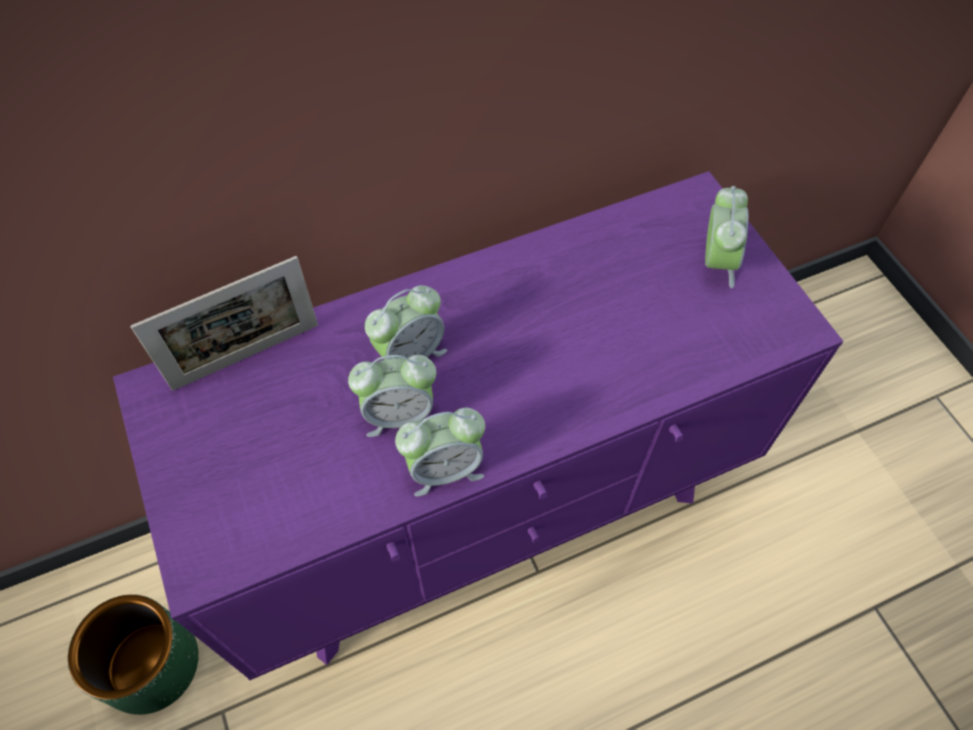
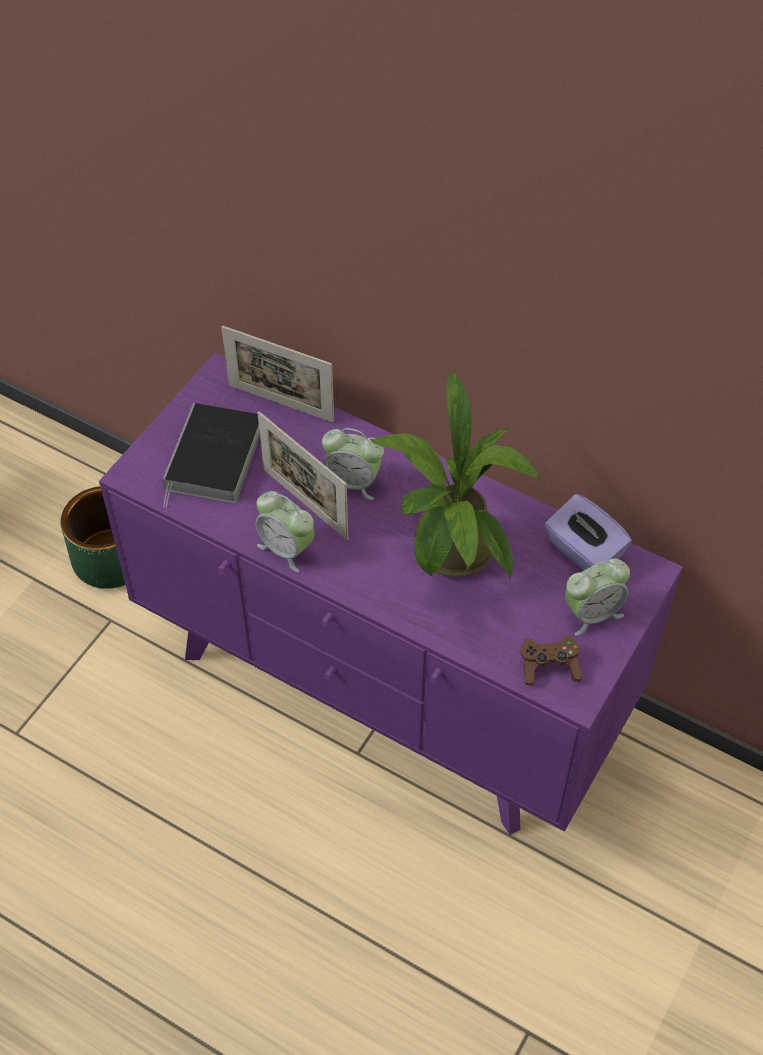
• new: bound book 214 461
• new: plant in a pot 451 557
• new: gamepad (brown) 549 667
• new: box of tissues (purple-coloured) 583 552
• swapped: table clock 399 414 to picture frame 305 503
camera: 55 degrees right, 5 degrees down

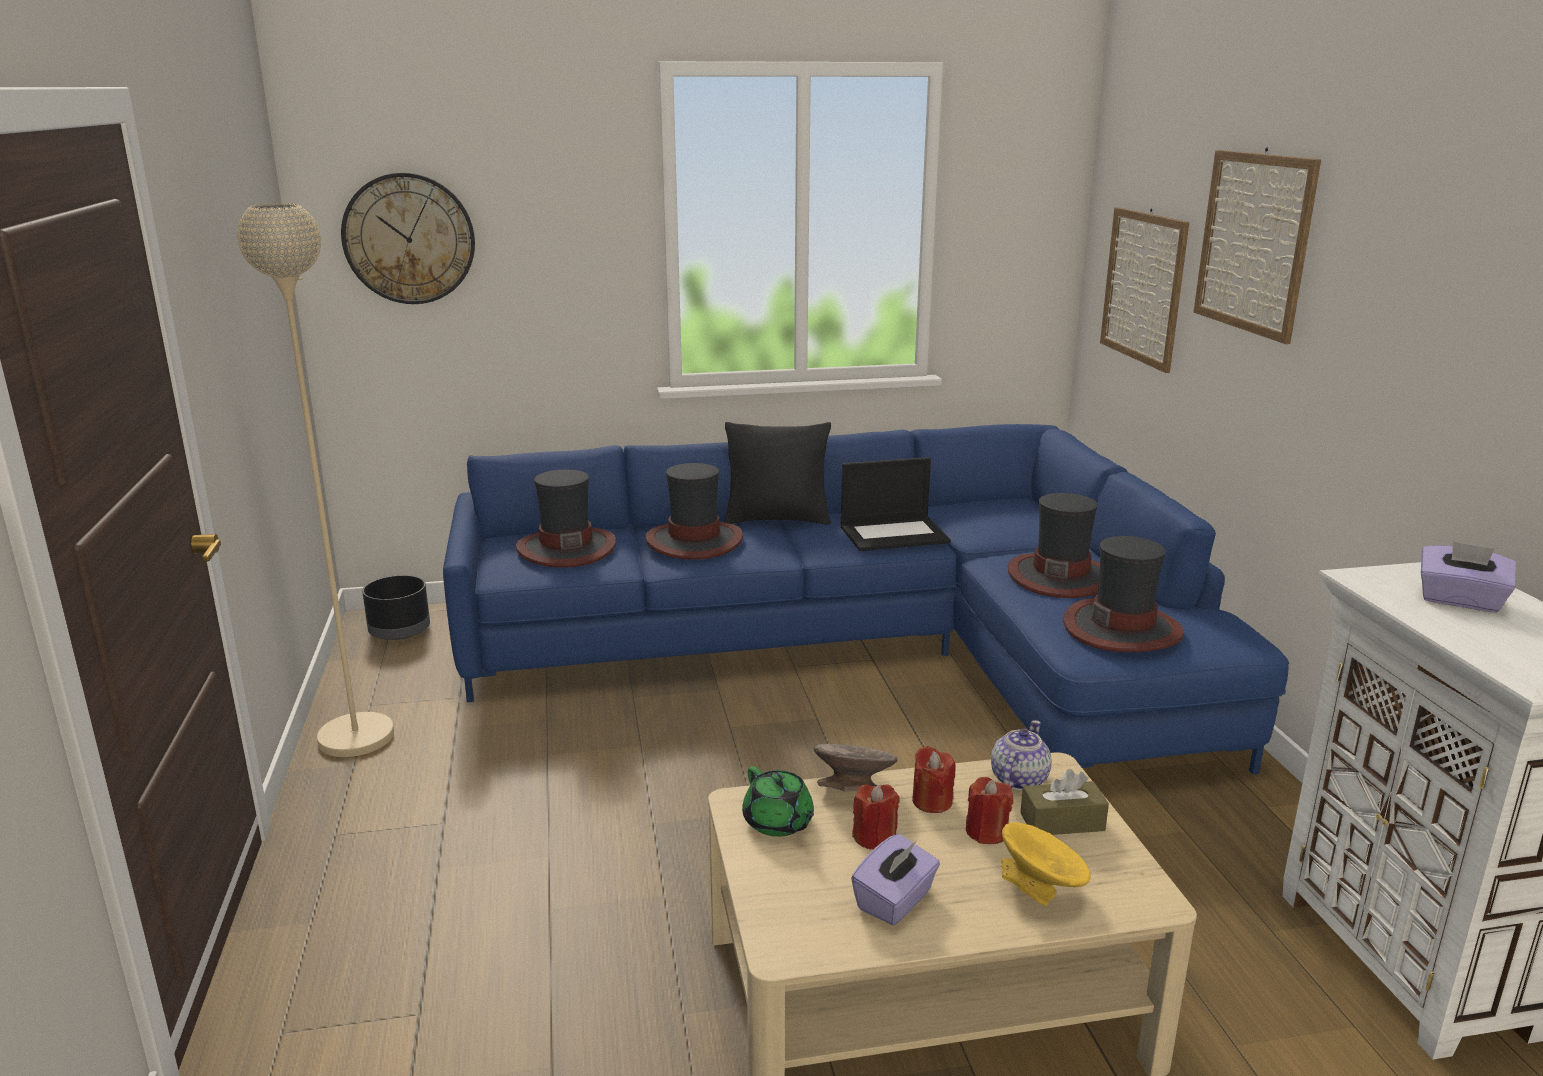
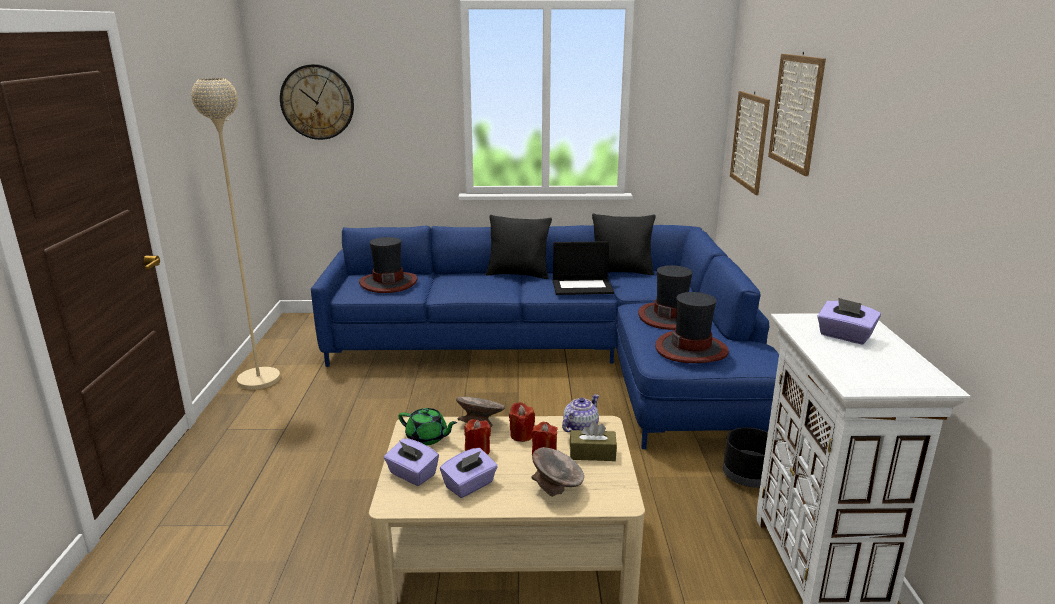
• gone: clothing hat 694 541
• new: box of tissues (purple-coloured) 412 474
• new: pillow (black-coloured) 621 272
• shifted: flower pot (black-coloured) 399 631 to 747 476
• repainted: serving bowl (yellow) 1040 891 to serving bowl (grey) 557 489
• rotated: tea pot (green) 778 823 = 427 438 45 degrees counterclockwise
camera: 10 degrees right, 0 degrees up

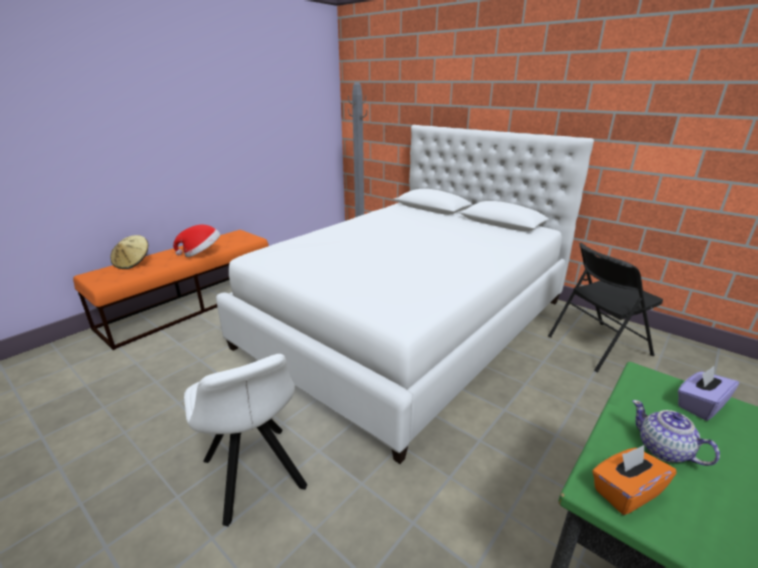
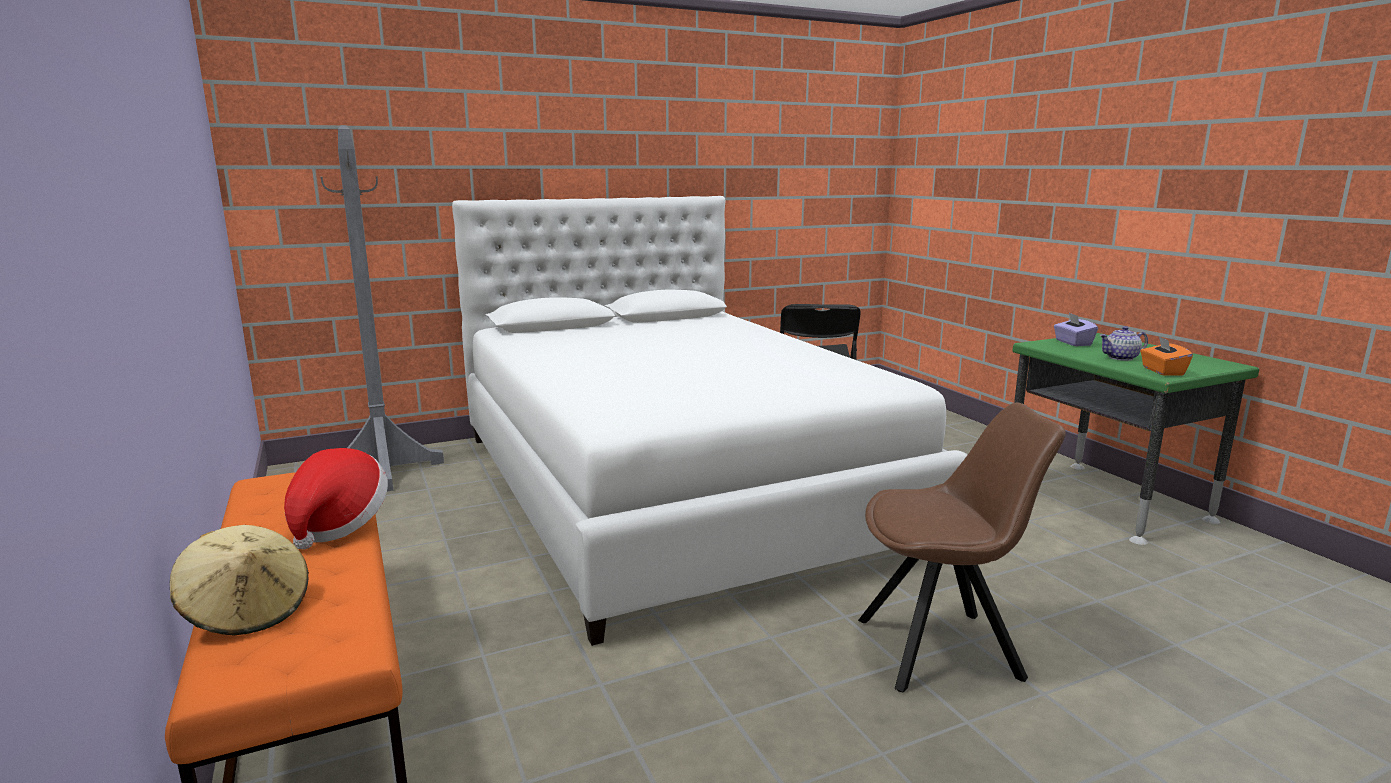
• repainted: upright chair (whitish) 255 473 to upright chair (brown) 940 649
camera: 65 degrees left, 10 degrees down

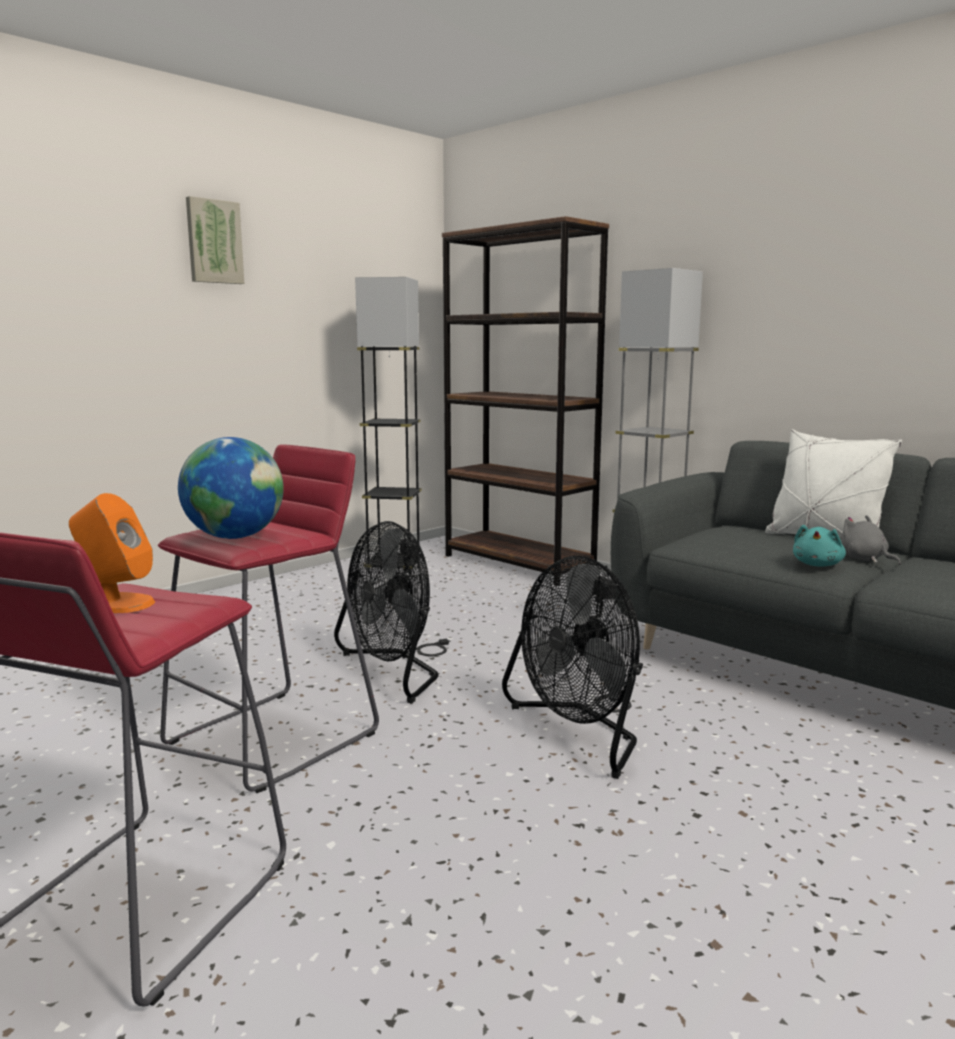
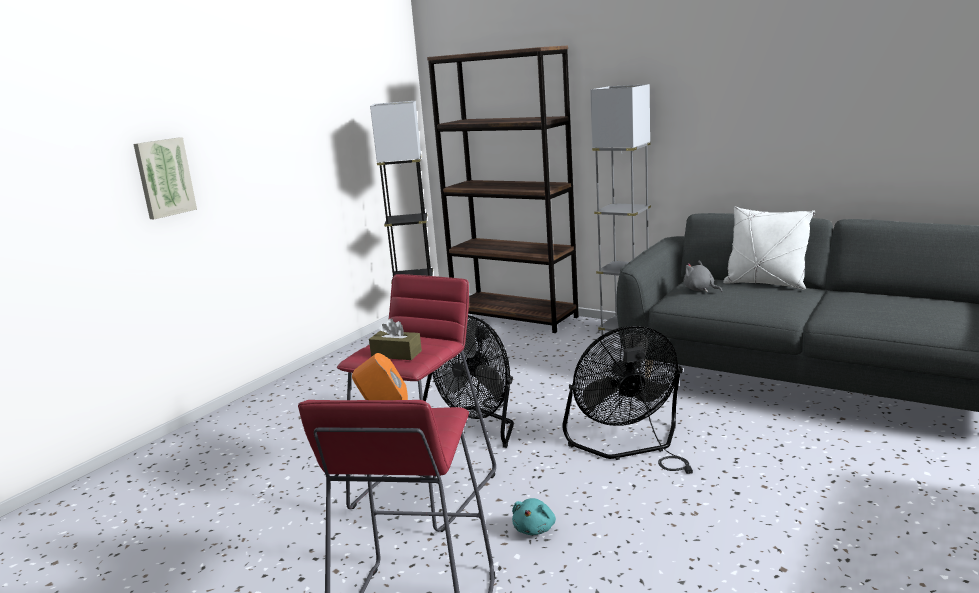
• shifted: wall art 214 242 to 164 177
• shifted: plush toy (turquoise) 817 565 to 535 528
• shifted: plush toy (grey) 864 559 to 700 290
• swapped: desk globe 235 537 to box of tissues (brown) 396 354
• rotated: electric fan (black-coloured) 583 728 = 636 446 120 degrees clockwise
camera: 10 degrees left, 5 degrees up

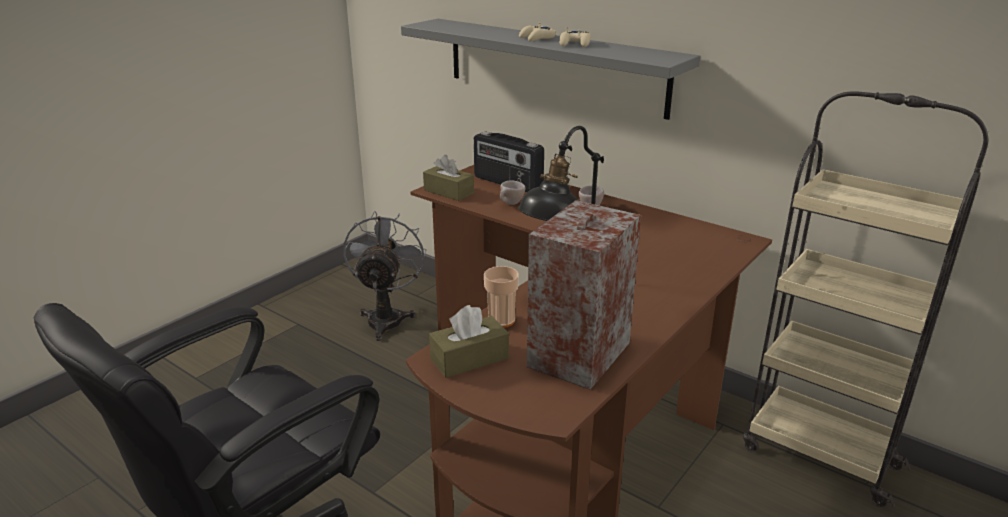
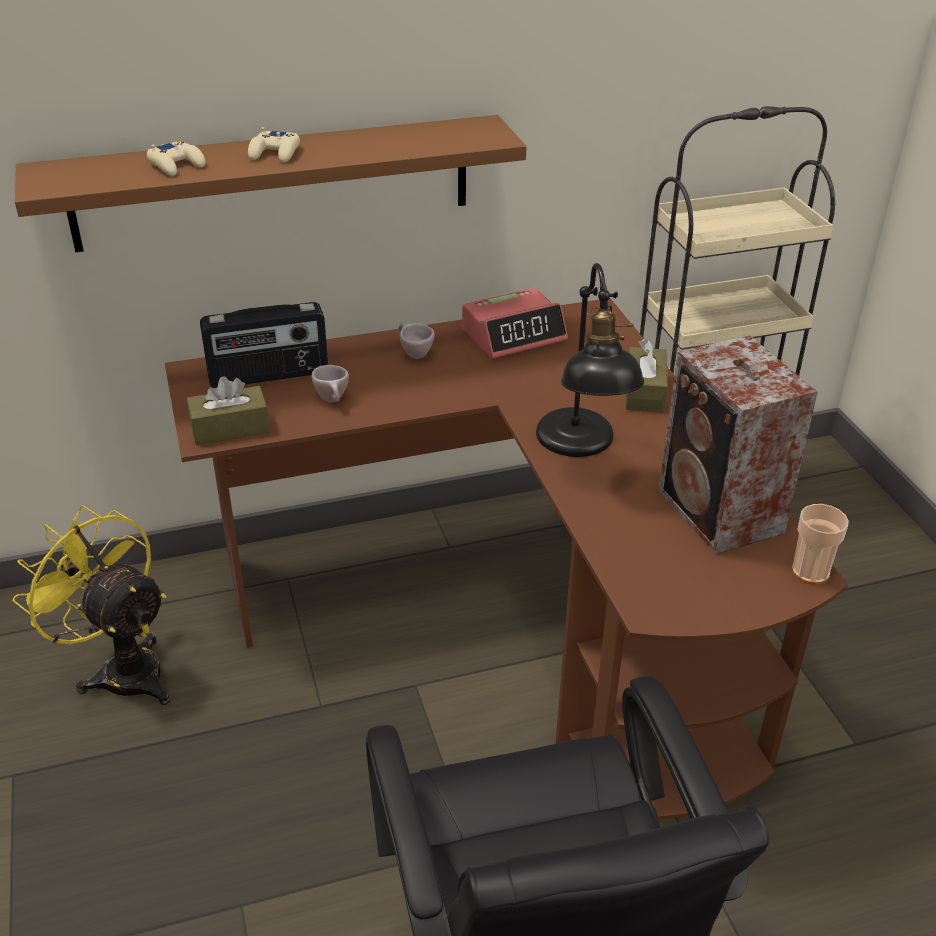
• new: table clock 514 335
• shifted: box of tissues (brown) 469 358 to 644 392
• shifted: cup 501 320 to 810 572
• shifted: gamepad (beige-coloured) 575 44 to 177 165
• repainted: electric fan (grey) 387 317 to electric fan (yellow) 122 669
• repainted: shelf (grey) 553 66 to shelf (brown) 273 183
camera: 55 degrees left, 10 degrees up

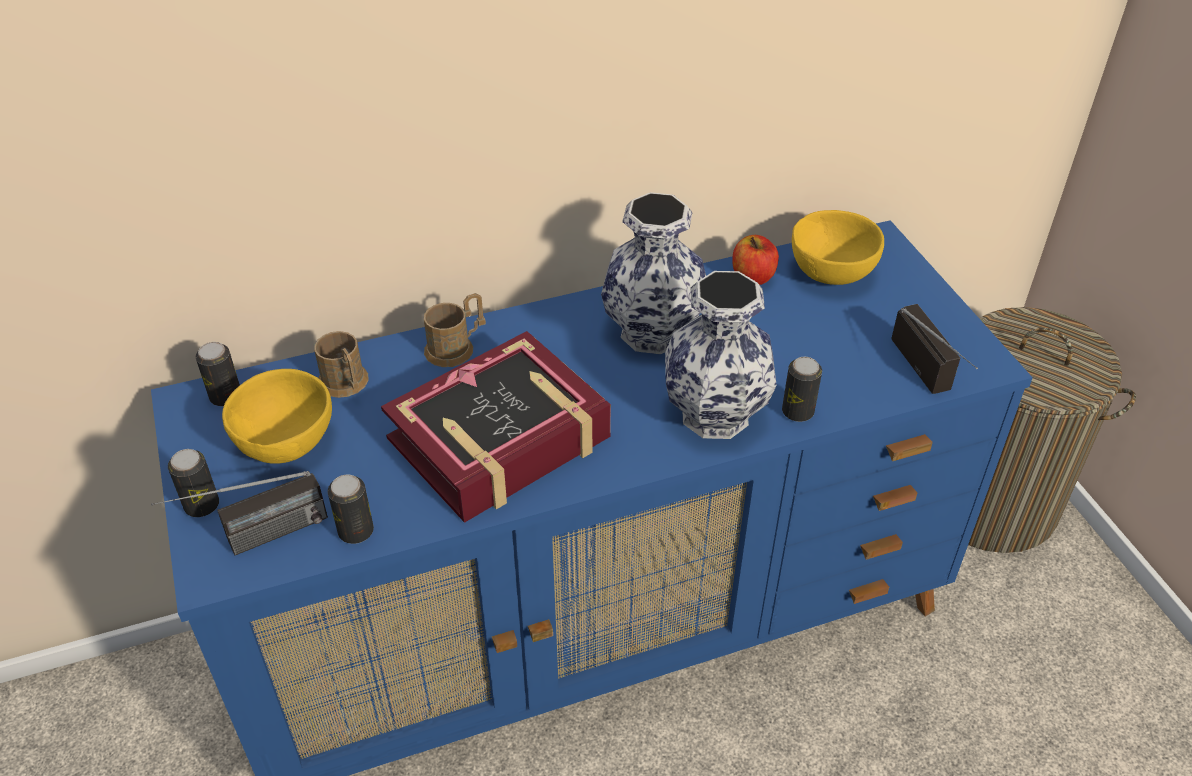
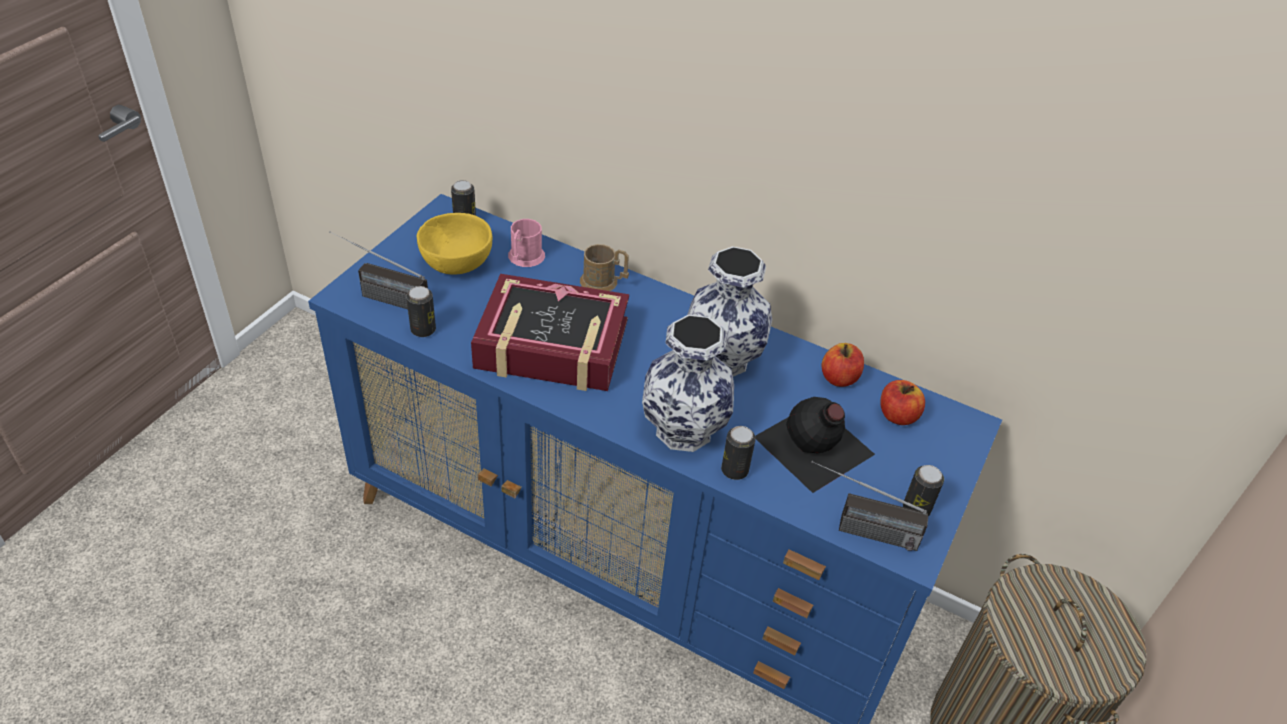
• new: beverage bottle (black-coloured) 814 447
• shifted: can 202 505 to 916 509
• swapped: serving bowl (yellow) 830 272 to apple 897 415
• repainted: tea mug (brown) 346 384 to tea mug (pink-coloured) 524 258
• rotated: radio receiver 934 379 = 857 529 75 degrees clockwise
camera: 45 degrees right, 0 degrees up

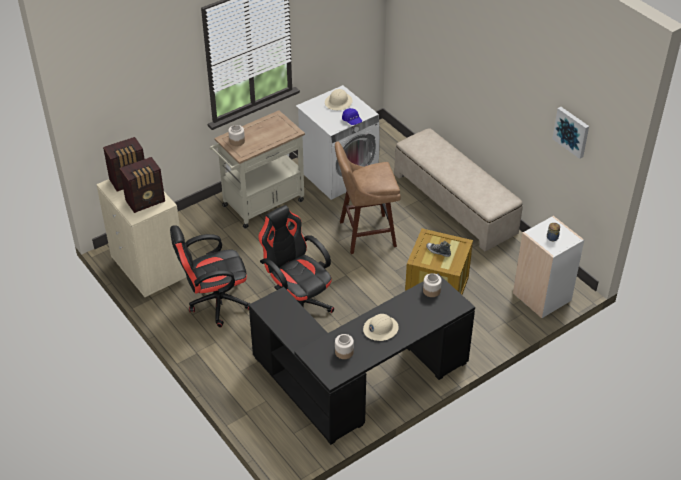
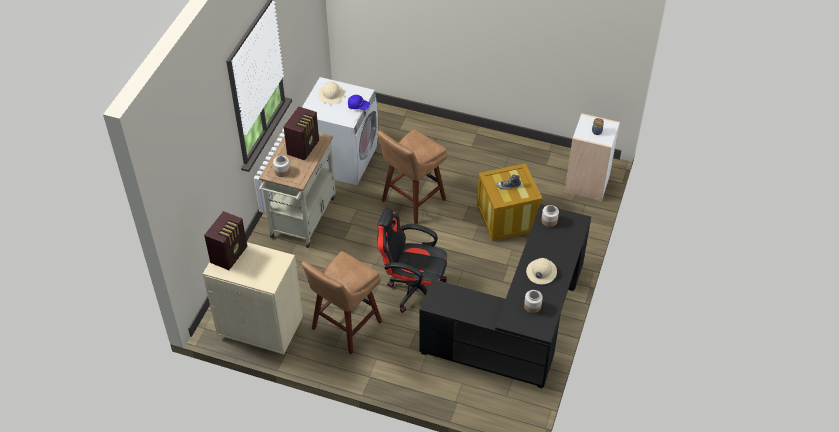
• gone: indoor bench (beige-coloured) 455 203
• gone: wall art 572 131
• shifted: radio receiver 146 201 to 304 147
• swapped: desk chair (black-coloured) 214 304 to sitting stool (brown) 345 327
camera: 35 degrees left, 5 degrees up

